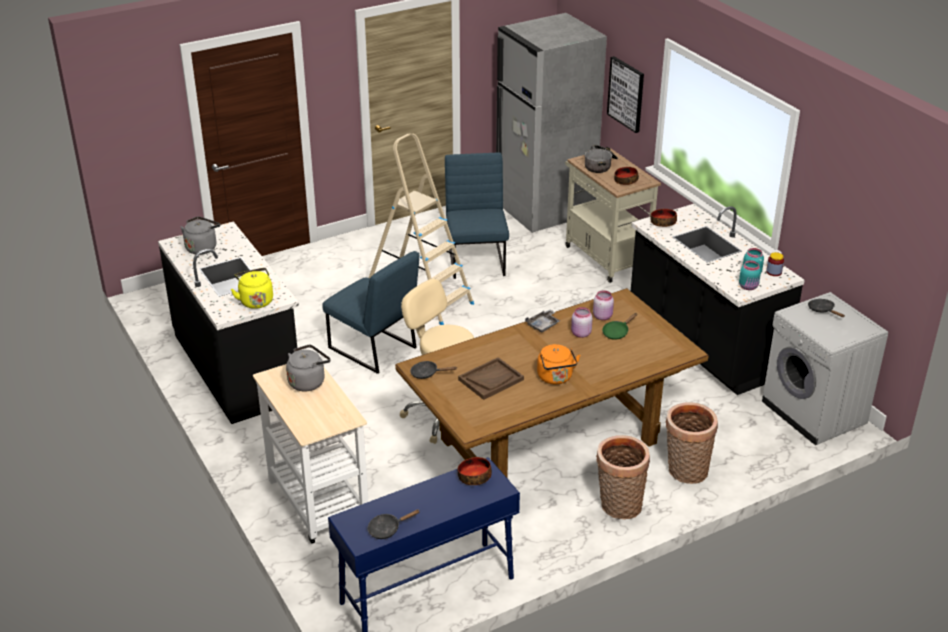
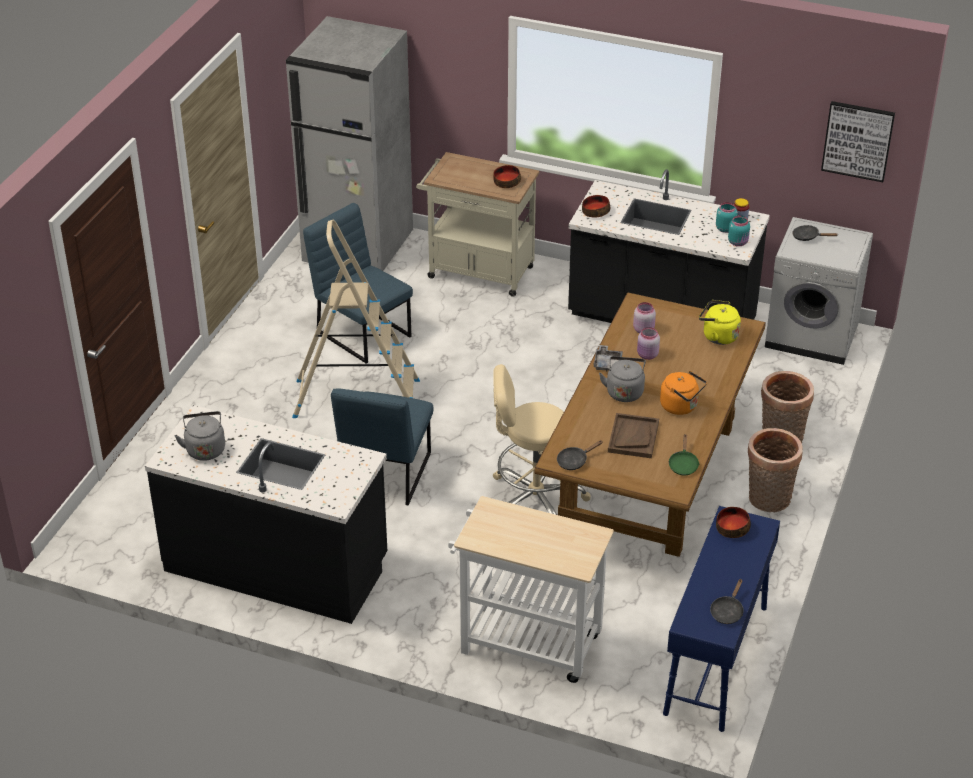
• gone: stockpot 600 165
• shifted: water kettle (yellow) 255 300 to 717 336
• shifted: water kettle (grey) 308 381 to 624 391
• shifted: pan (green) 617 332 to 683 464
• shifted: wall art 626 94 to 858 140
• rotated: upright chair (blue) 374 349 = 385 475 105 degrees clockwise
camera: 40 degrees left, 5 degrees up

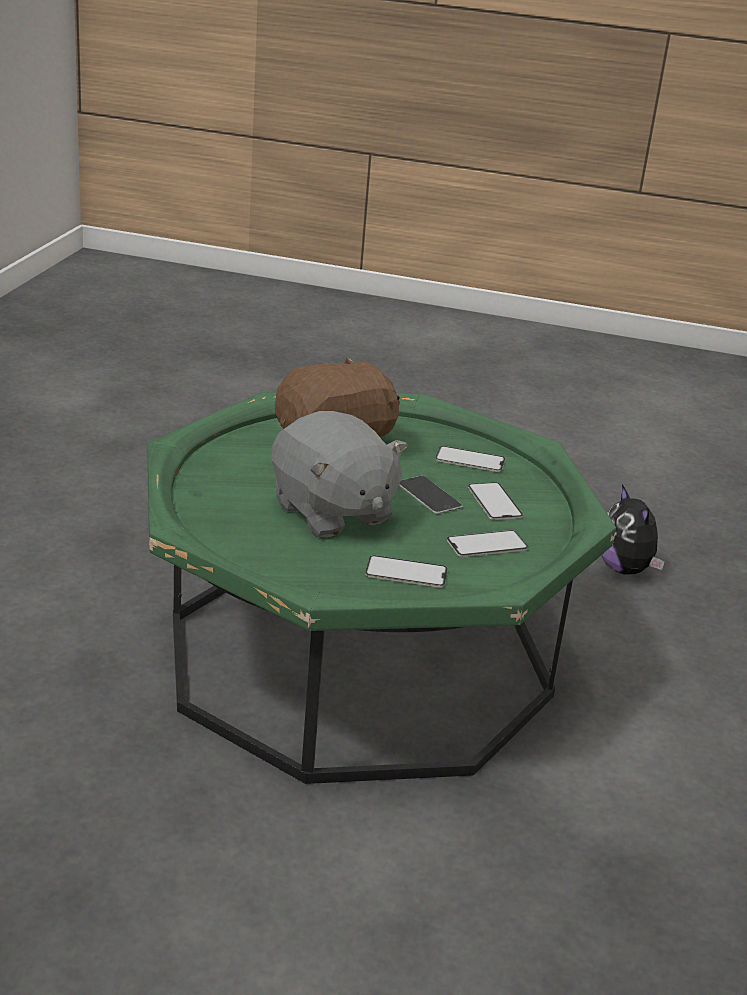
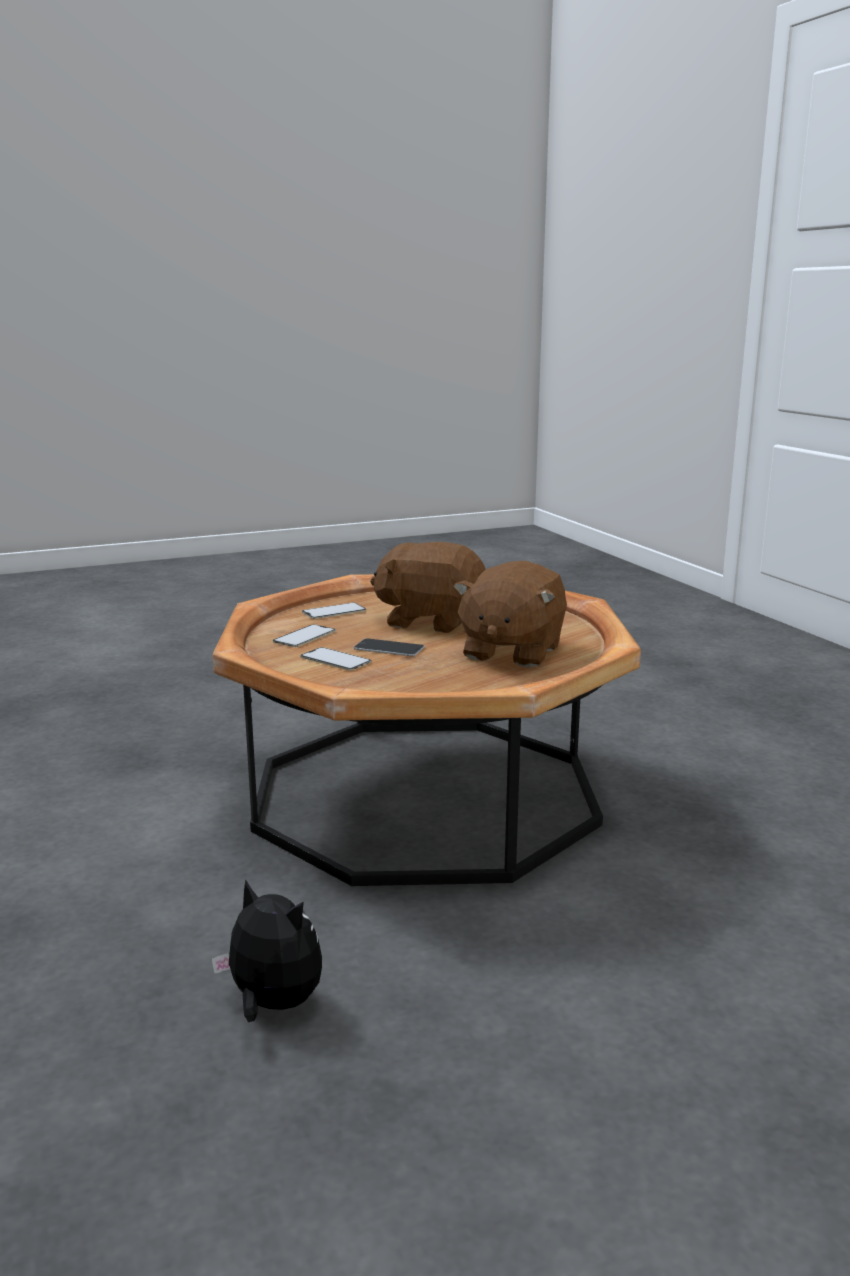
• gone: telephone 470 460
• repainted: coffee table (green) 358 657 to coffee table (brown) 425 794
• repainted: plush toy (grey) 331 512 to plush toy (brown) 431 621
camera: 145 degrees right, 10 degrees down

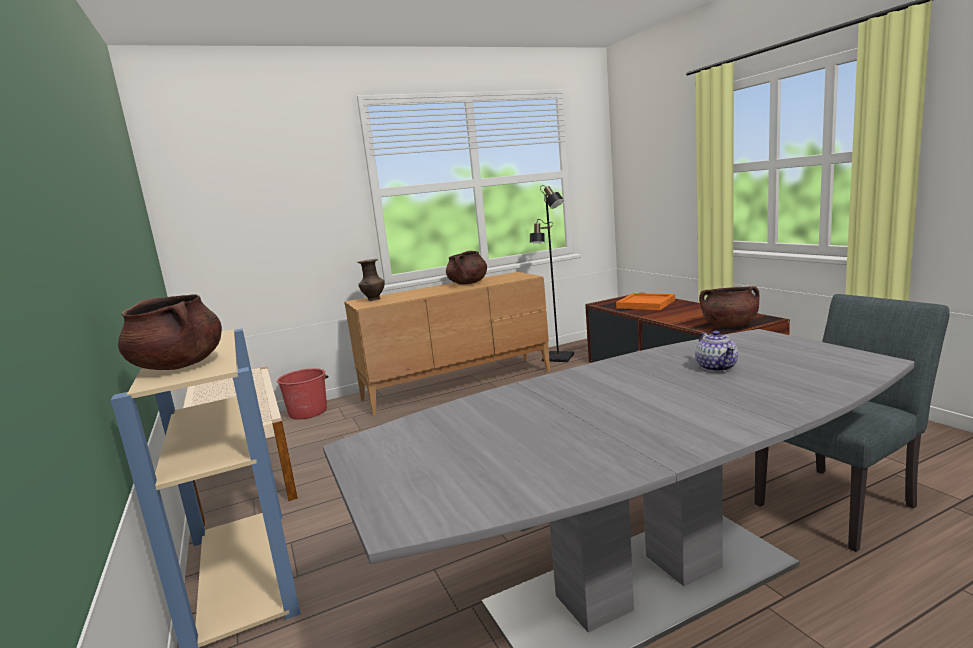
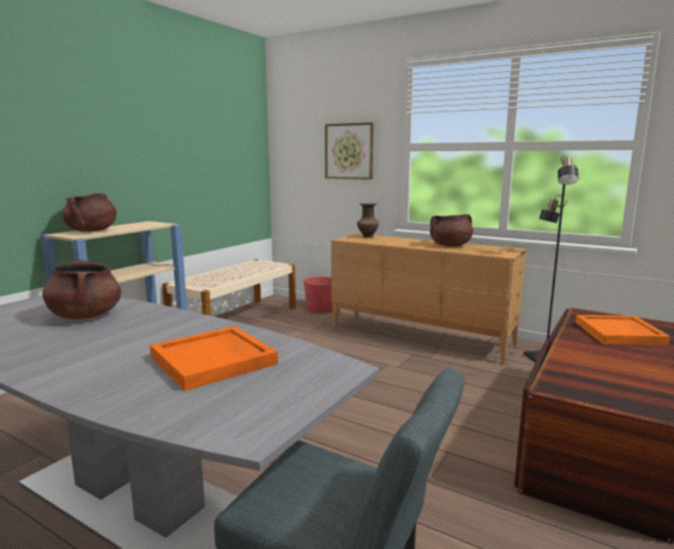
• new: wall art 349 151
• shifted: stockpot (brown) 729 325 to 85 316
• swapped: tea pot 716 367 to tray (orange) 214 360
camera: 55 degrees right, 0 degrees up

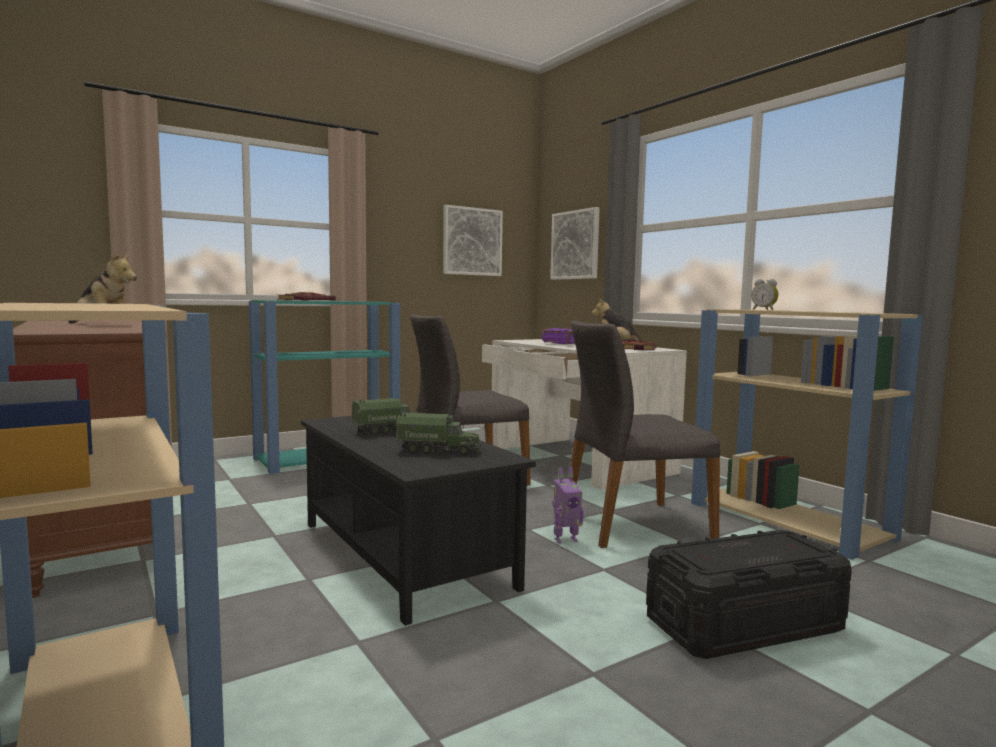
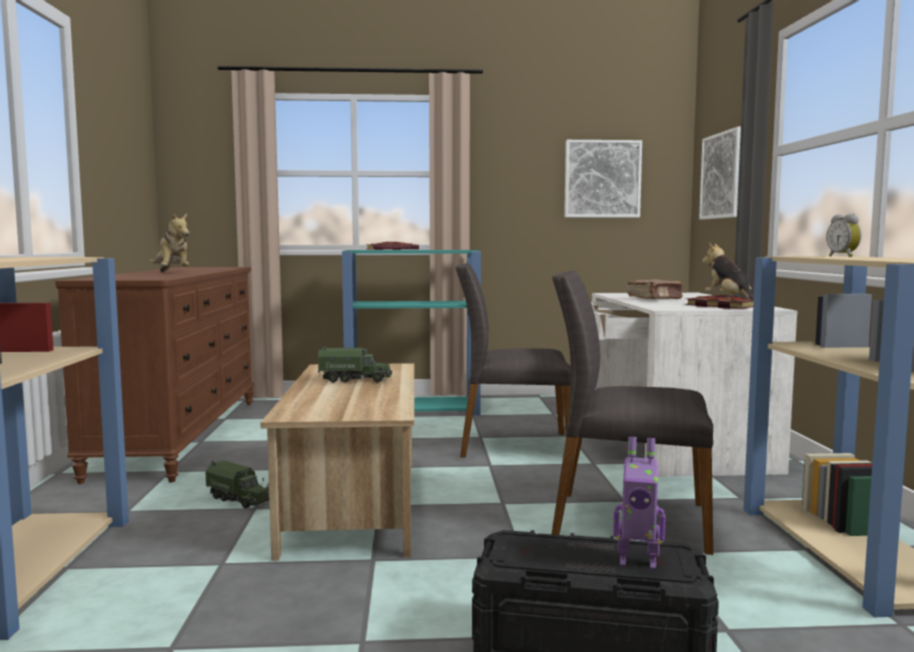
• shifted: toy truck 439 451 to 240 499
• shifted: robot figure 565 539 to 637 561
• repainted: coffee table (black-coloured) 404 554 to coffee table (beige-coloured) 355 503
• repainted: bound book (purple-coloured) 562 344 to bound book (brown) 655 299
camera: 30 degrees right, 0 degrees up

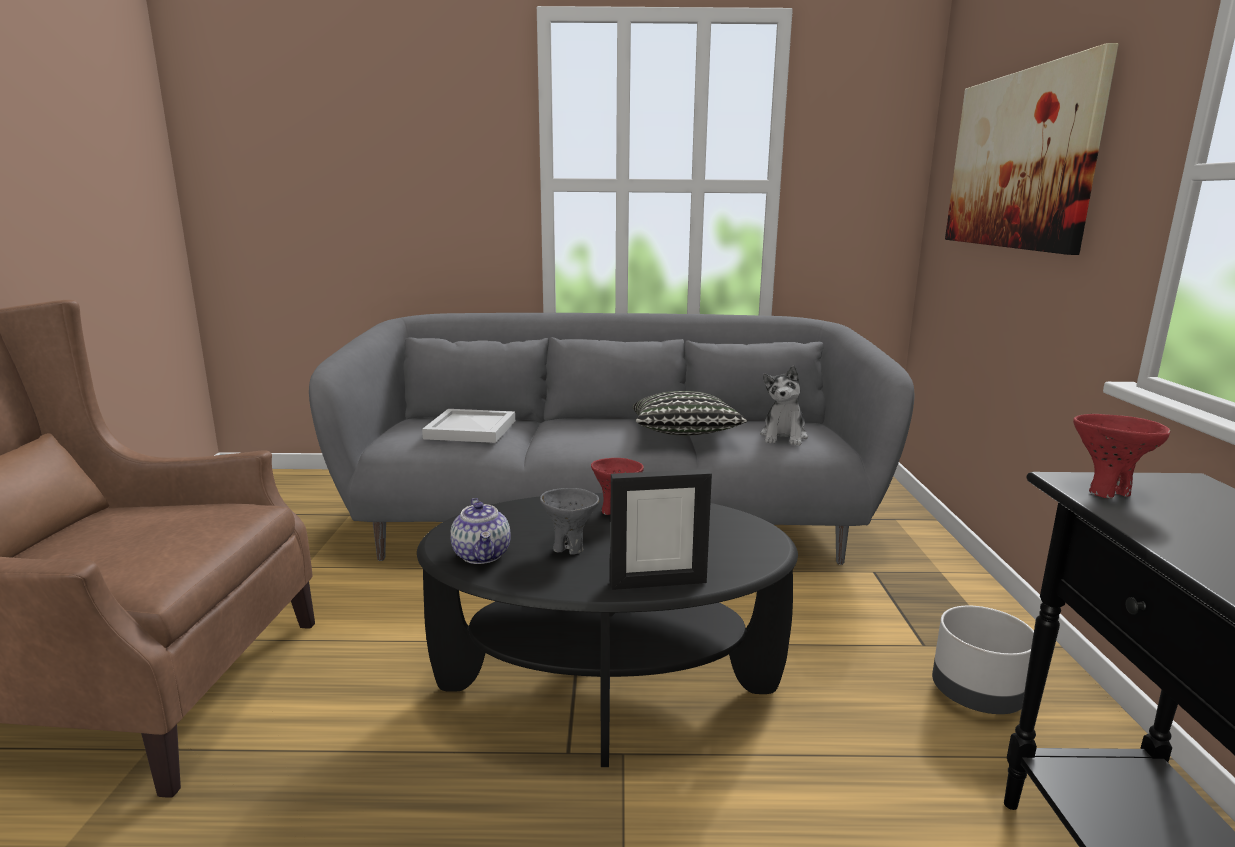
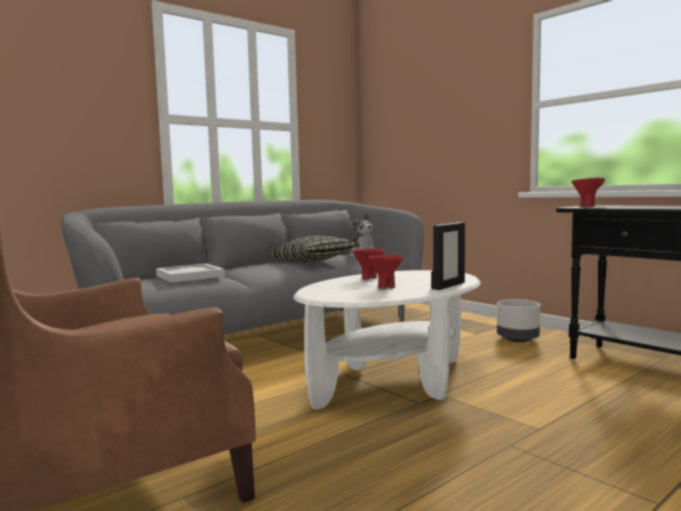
• gone: tea pot 482 555
• gone: wall art 1019 160
• repainted: coffee table (black-coloured) 607 690 to coffee table (whitish) 392 382
• repainted: serving bowl (grey) 569 548 to serving bowl (red-coloured) 386 287
camera: 40 degrees left, 10 degrees down

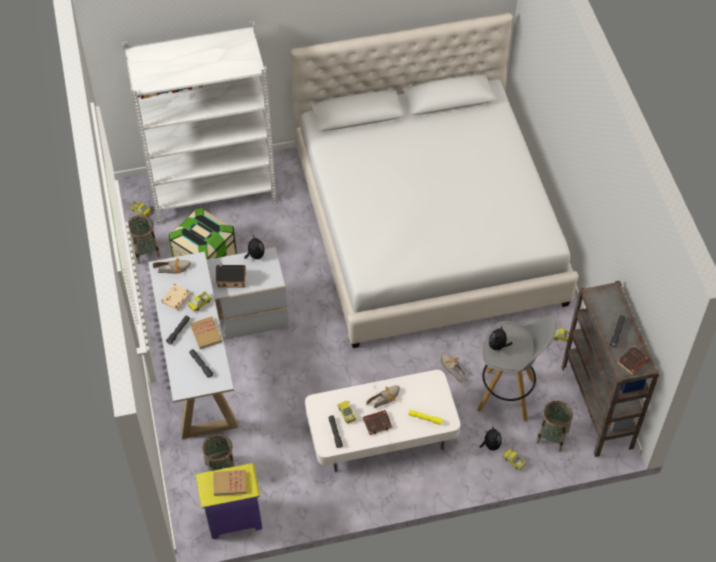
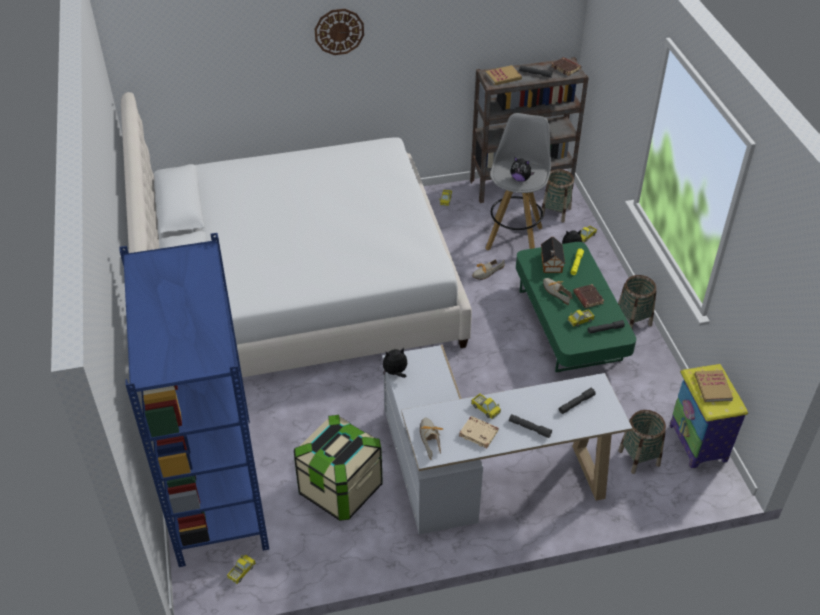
• new: wall clock 339 31
• shifted: household basket 145 251 to 632 320
• shifted: bound book 206 333 to 503 77
• shifted: model house 230 279 to 551 264
• repainted: bookshelf (whitish) 212 190 to bookshelf (blue) 216 488
• repainted: coffee table (whitish) 381 432 to coffee table (green) 569 325
camera: 90 degrees left, 10 degrees down

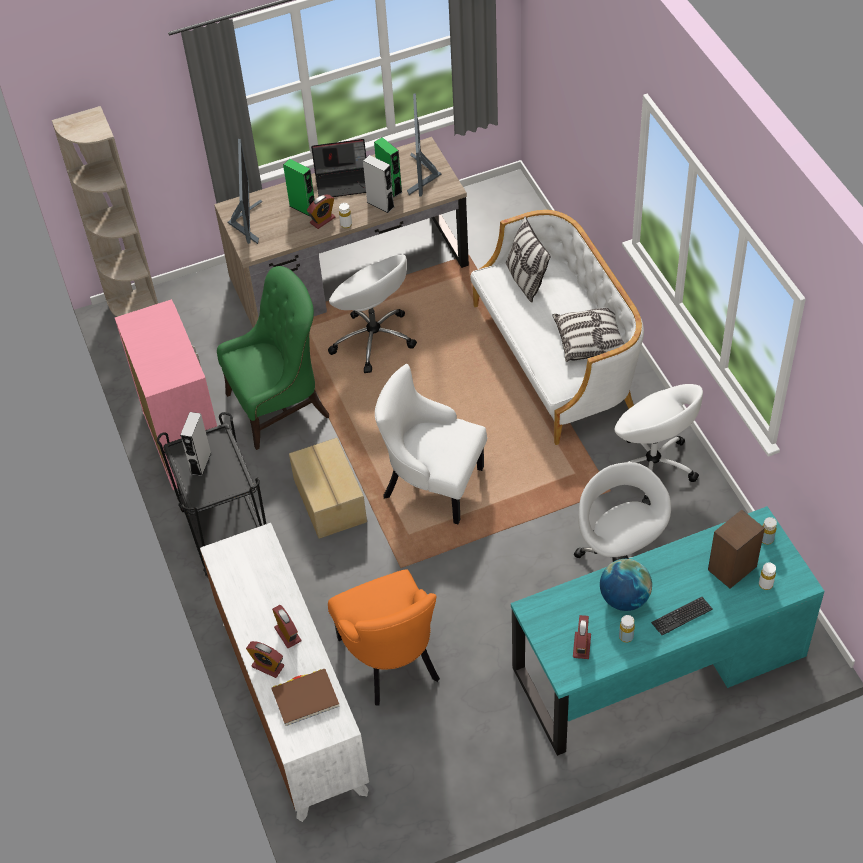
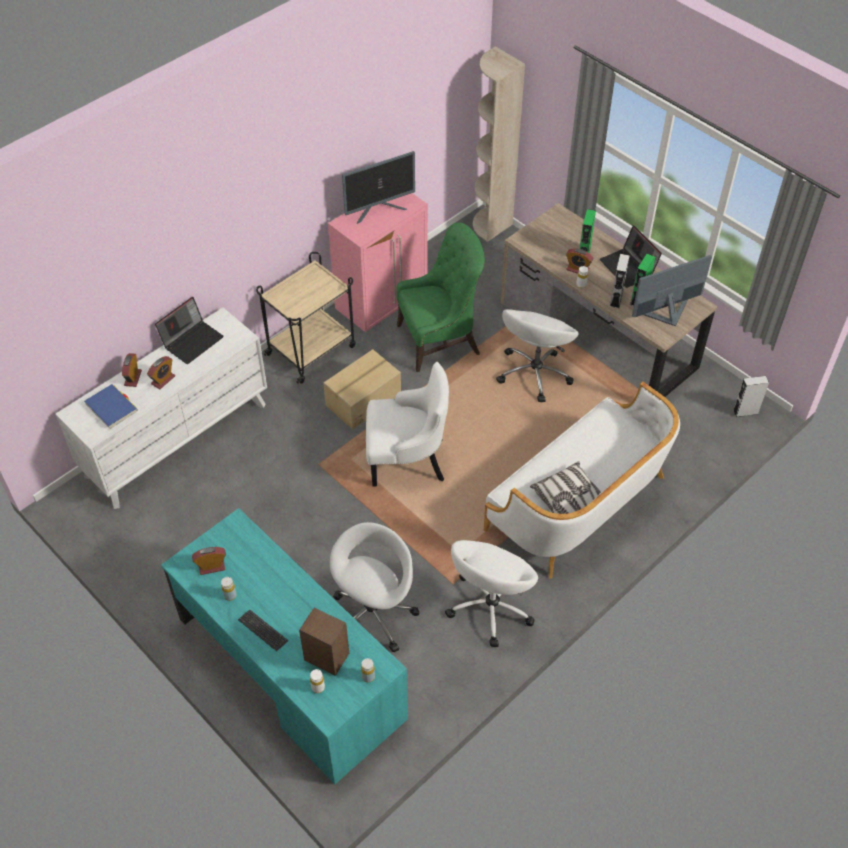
• gone: upright chair (orange) 389 656
• gone: pillow 525 280
• gone: desk globe 624 598
• new: notebook computer 192 340
• shifted: loudspeaker (grey) 201 463 to 745 412
• shifted: monitor 246 221 to 379 209
• repainted: trolley (black-coloured) 225 530 to trolley (beige-coloured) 312 349
• repainted: bound book (brown) 305 698 to bound book (blue) 111 408
• rotated: upright chair (green) 280 405 = 440 340 60 degrees counterclockwise
• rotated: upright chair (whitish) 434 485 = 406 460 90 degrees clockwise
camera: 65 degrees right, 0 degrees up

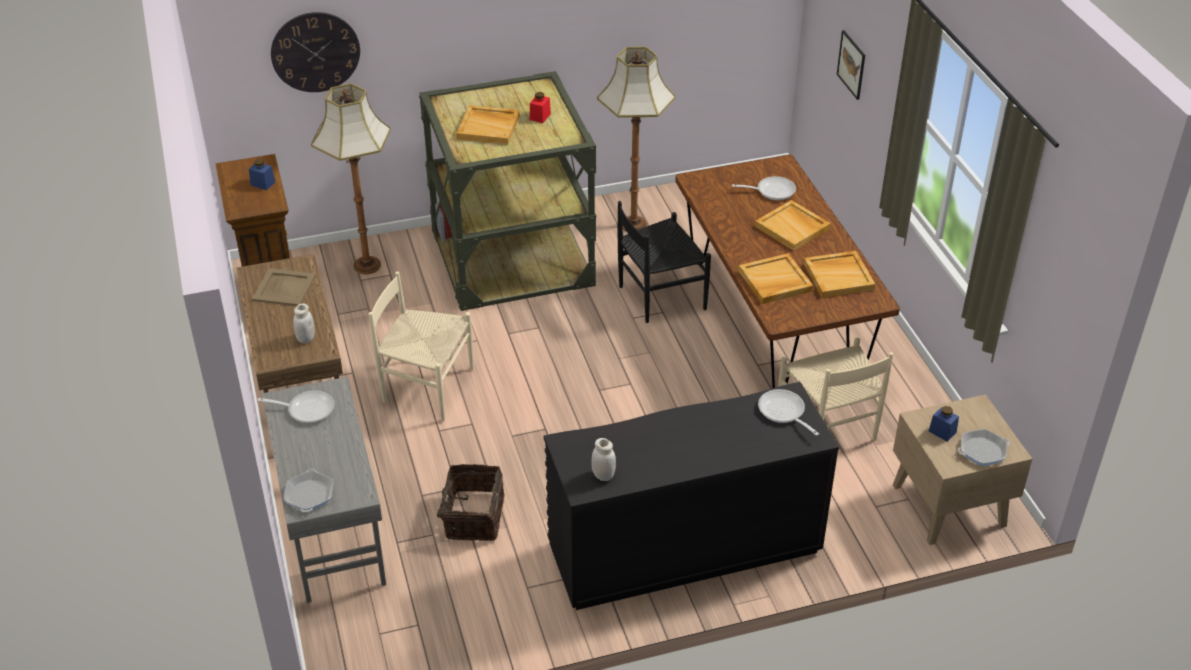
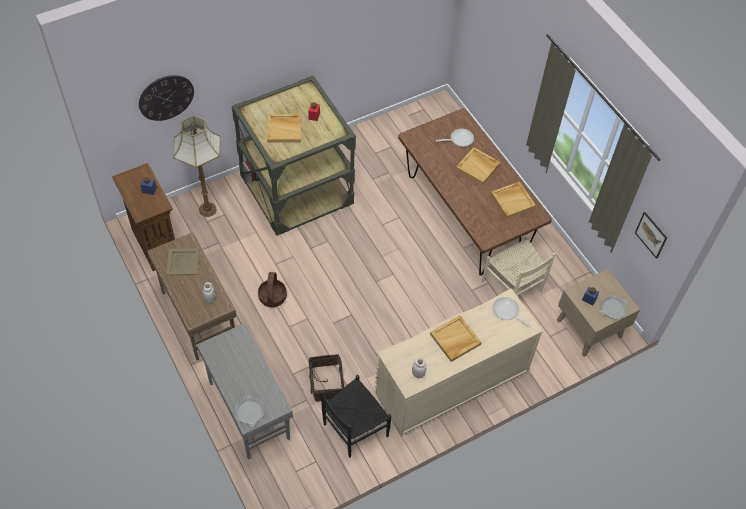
• gone: pan 307 409
• gone: standing lamp 633 224
• shifted: upright chair (black-coloured) 660 296 to 354 429
• shifted: tray (beige-coloured) 774 281 to 455 340
• shifted: wall art 851 64 to 651 235
• swapped: upright chair (beige-coloured) 426 387 to household basket 272 296
• repainted: dresser (black-coloured) 683 549 to dresser (beige-coloured) 451 384
camera: 15 degrees left, 15 degrees up

